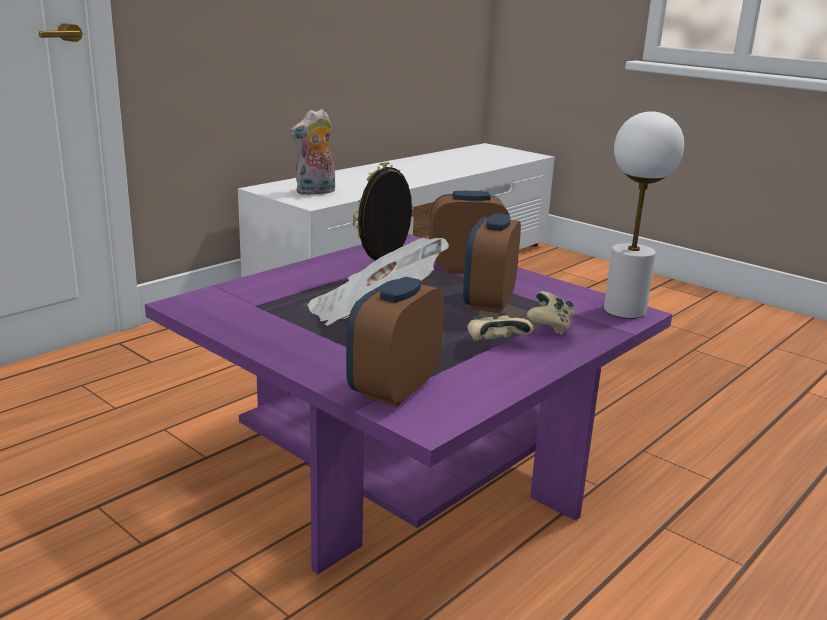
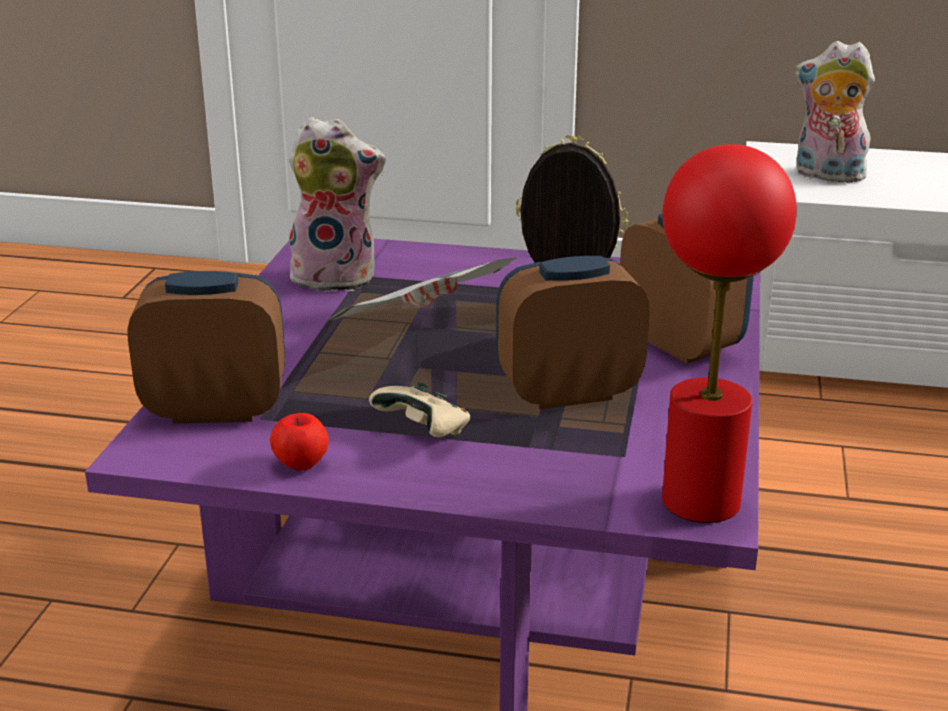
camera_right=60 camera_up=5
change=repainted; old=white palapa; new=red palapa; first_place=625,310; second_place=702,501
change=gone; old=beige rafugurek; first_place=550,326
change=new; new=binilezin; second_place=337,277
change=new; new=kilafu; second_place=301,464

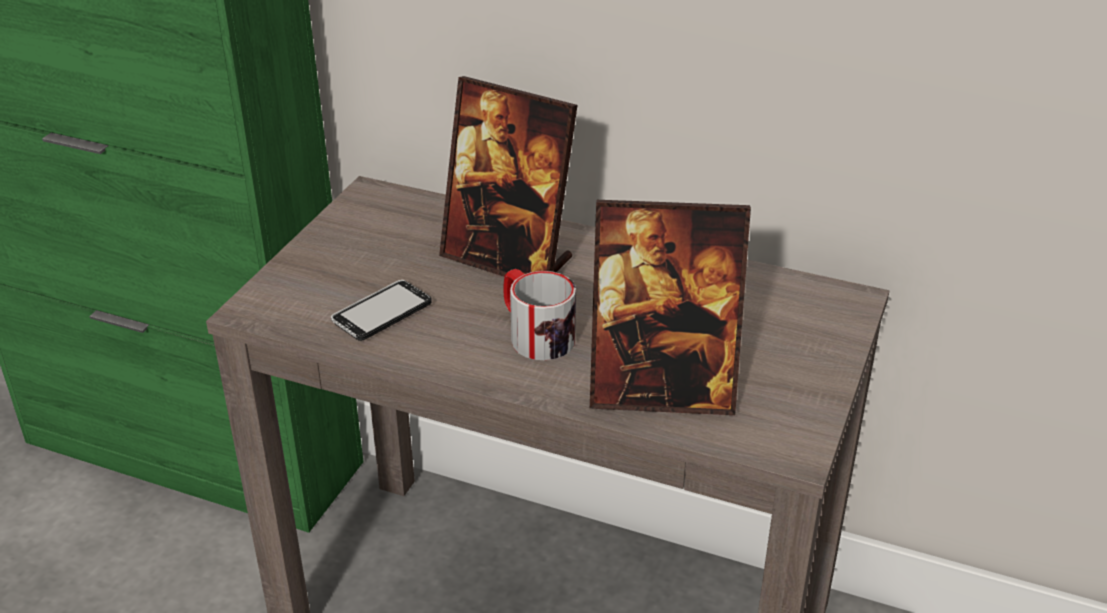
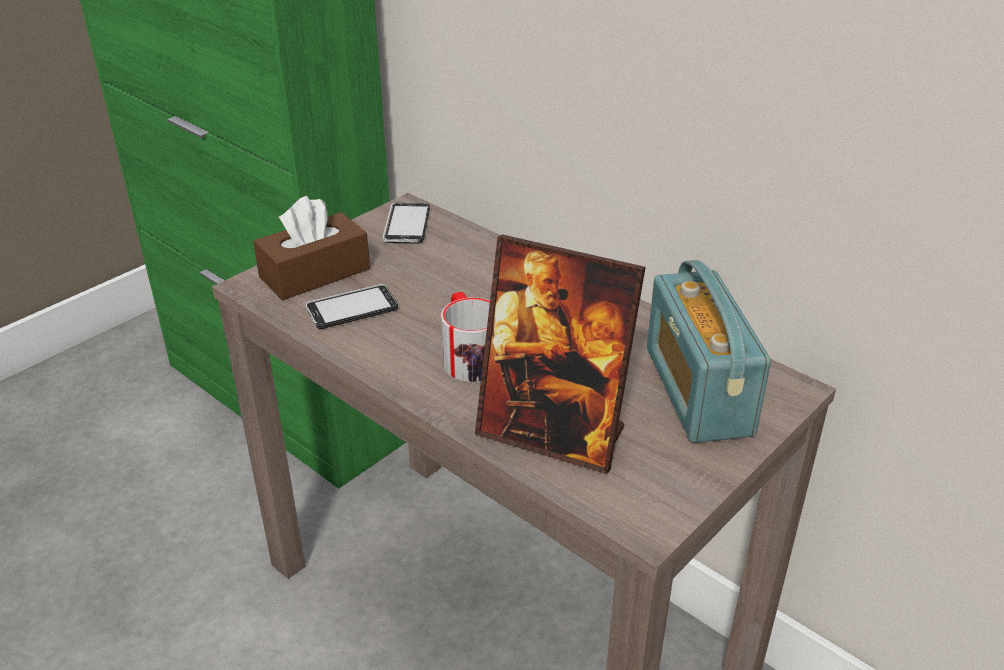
camera_right=20 camera_up=0
change=gone; old=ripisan; first_place=508,259
change=new; new=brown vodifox; second_place=315,273
change=new; new=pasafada; second_place=407,225
change=new; new=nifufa; second_place=697,390

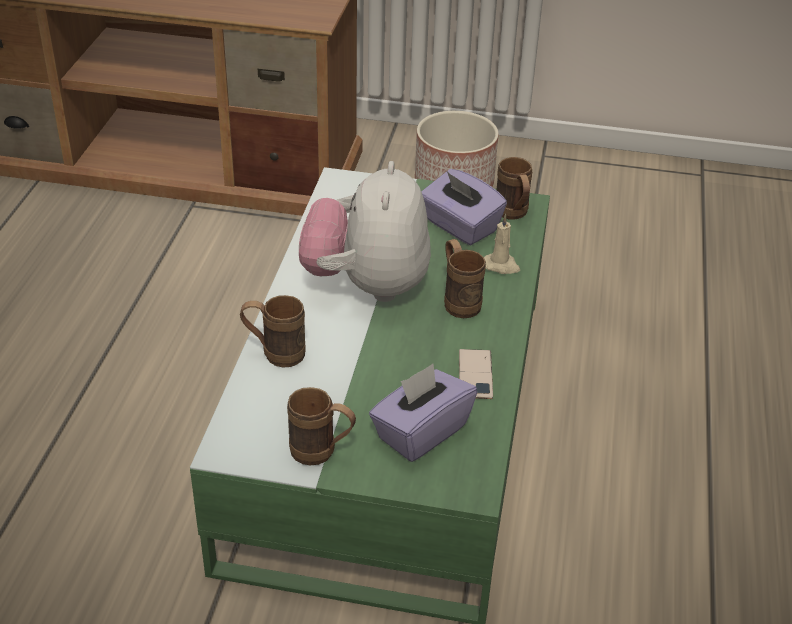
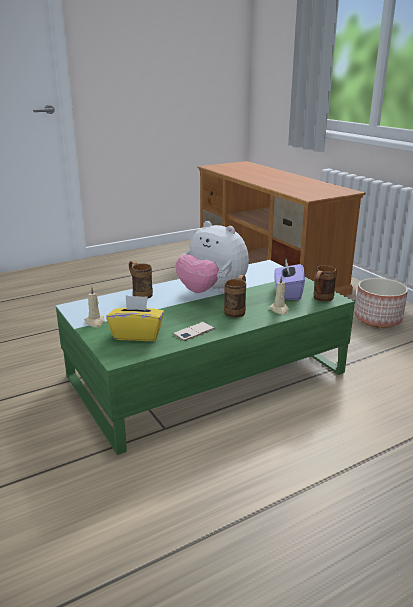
camera_right=50 camera_up=-15
change=rotated; old=binilezin; first_place=367,285; second_place=212,292; degrees=-105
change=repainted; old=purple vodifox; new=yellow vodifox; first_place=421,432; second_place=137,335
change=swapped; old=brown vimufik; new=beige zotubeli; first_place=322,453; second_place=95,322

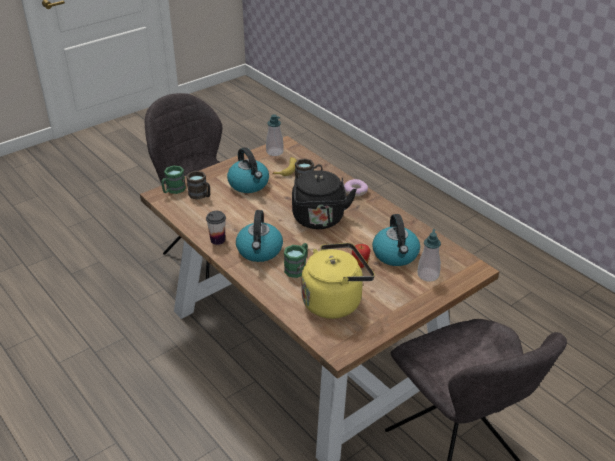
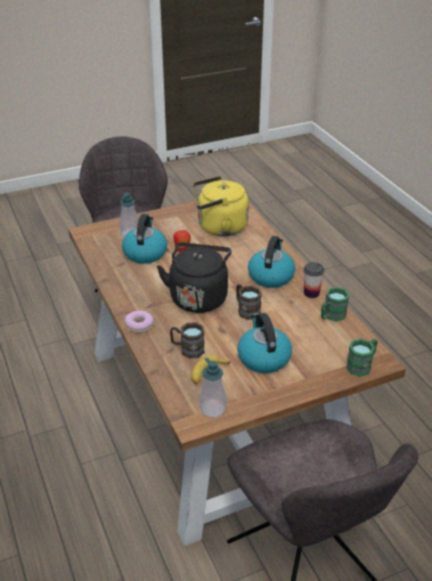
camera_right=-165 camera_up=0
change=shifted; old=brown vimufik; first_place=201,195; second_place=246,310
change=shifted; old=green vimufik; first_place=297,268; second_place=331,316

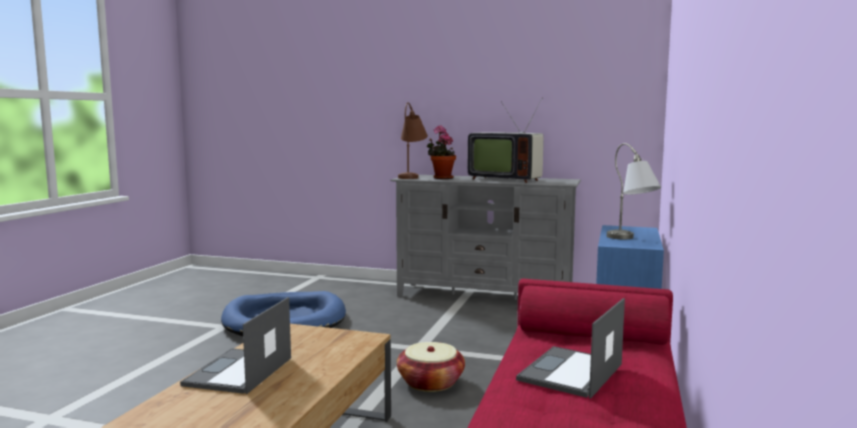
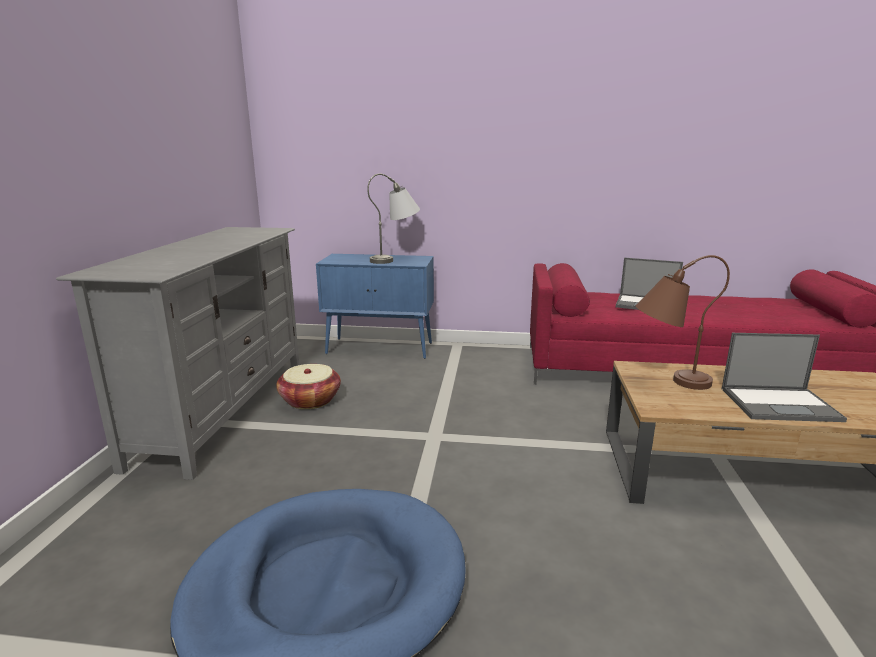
camera_right=-100 camera_up=10
change=gone; old=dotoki; first_place=505,179
change=shifted; old=brown palapa; first_place=412,176; second_place=666,381
change=gone; old=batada; first_place=441,178
change=shifted; old=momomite; first_place=430,382; second_place=310,400

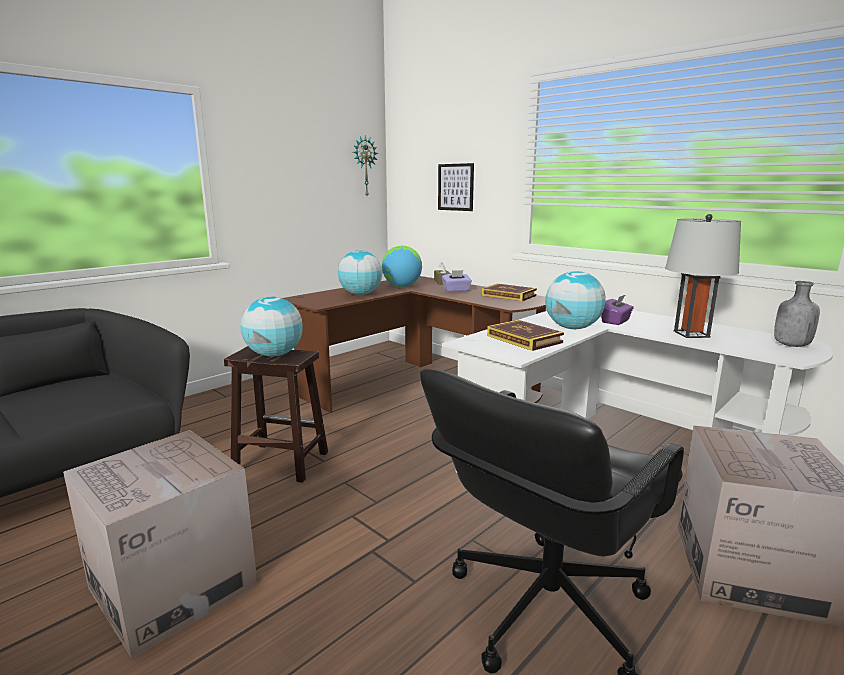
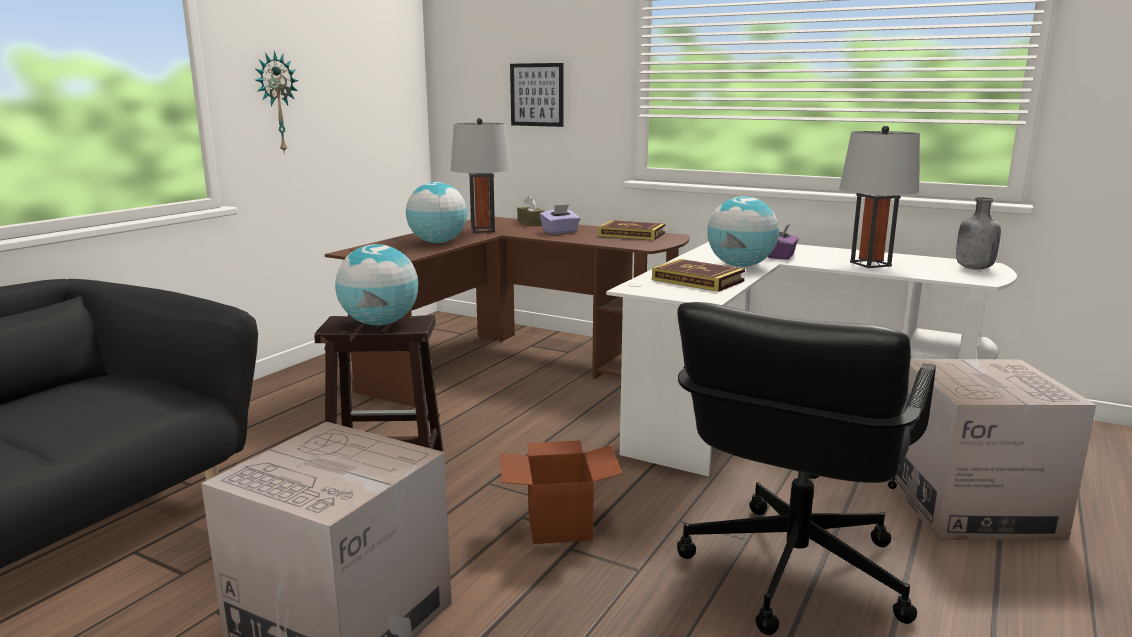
camera_right=-15 camera_up=0
change=shifted; old=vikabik; first_place=364,166; second_place=276,103
change=swapped; old=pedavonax; new=grey palapa; first_place=401,286; second_place=482,230
change=new; new=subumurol; second_place=560,525

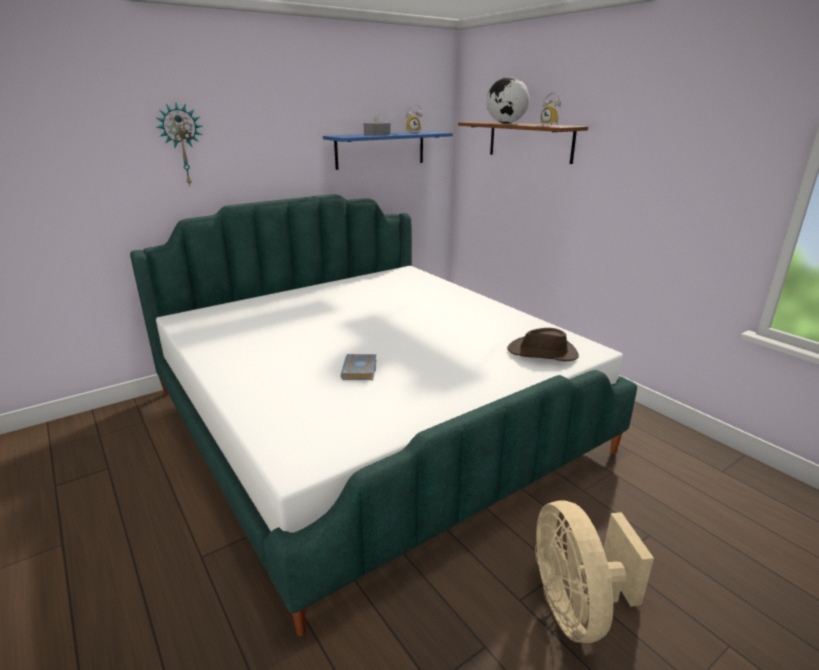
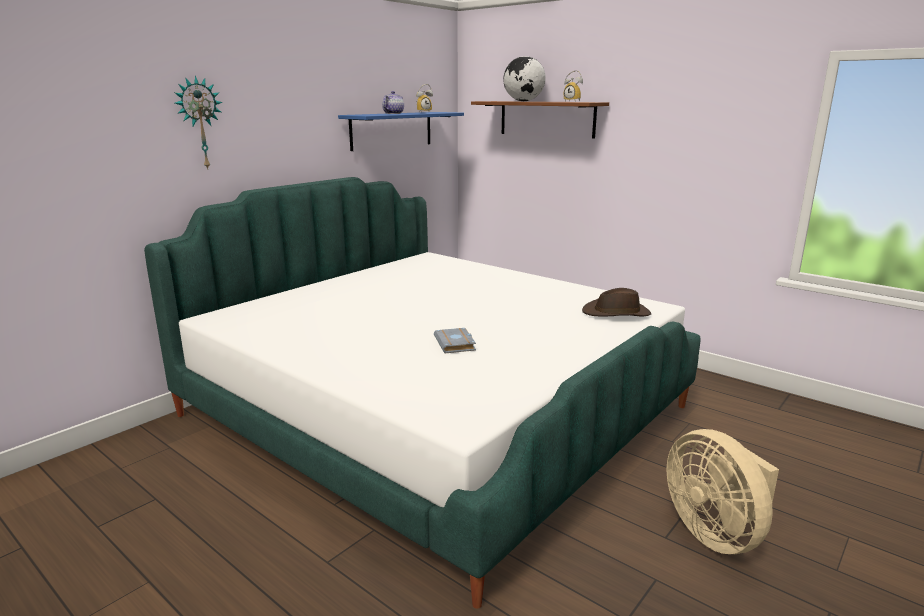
camera_right=-15 camera_up=-5
change=swapped; old=grey vodifox; new=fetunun; first_place=377,134; second_place=393,113

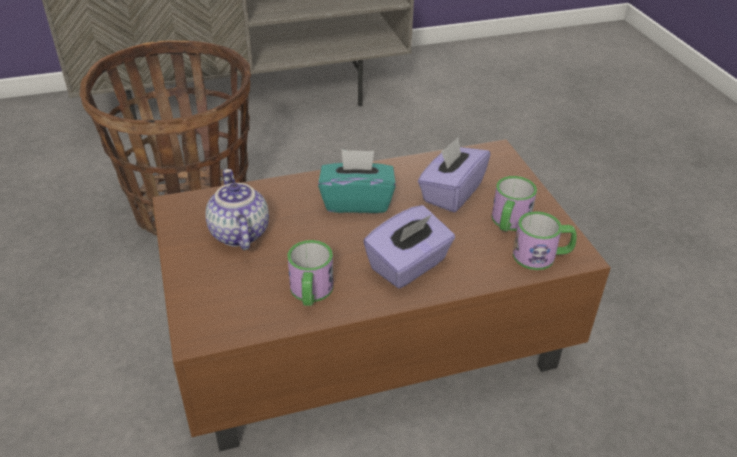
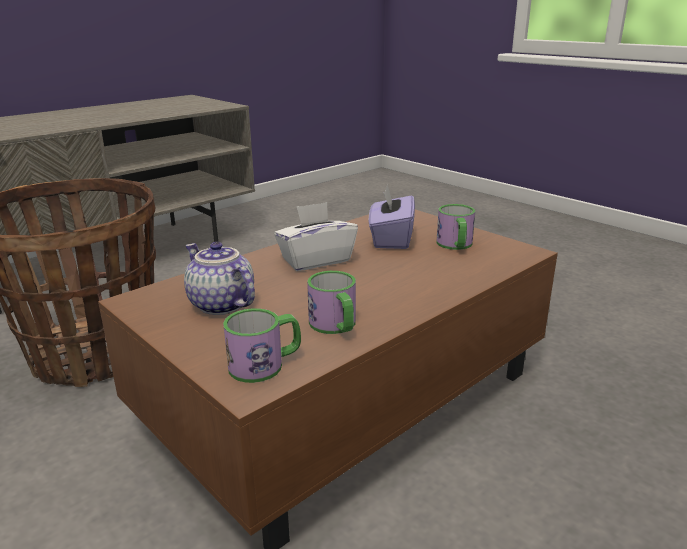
camera_right=-25 camera_up=-15
change=repainted; old=turquoise vodifox; new=white vodifox; first_place=357,201; second_place=316,260
change=gone; old=purple vodifox; first_place=408,266
change=shifted; old=vimufik; first_place=541,256; second_place=265,364

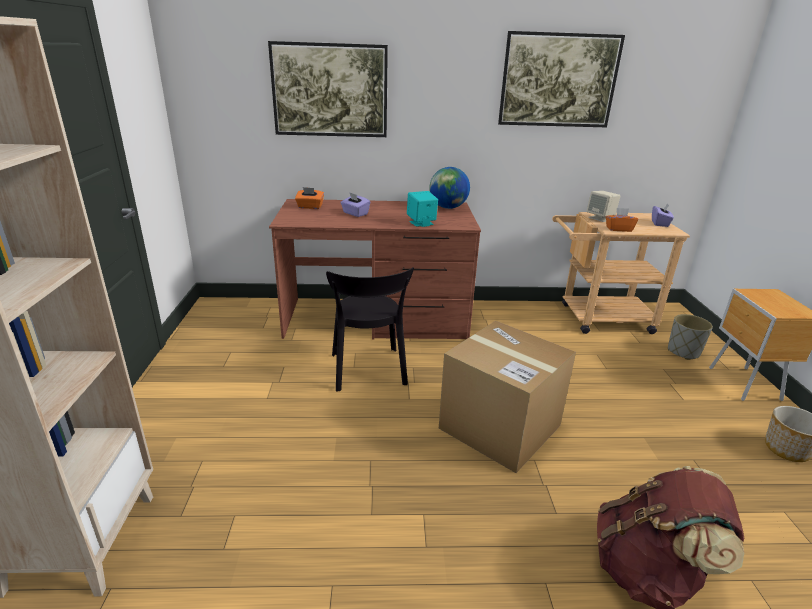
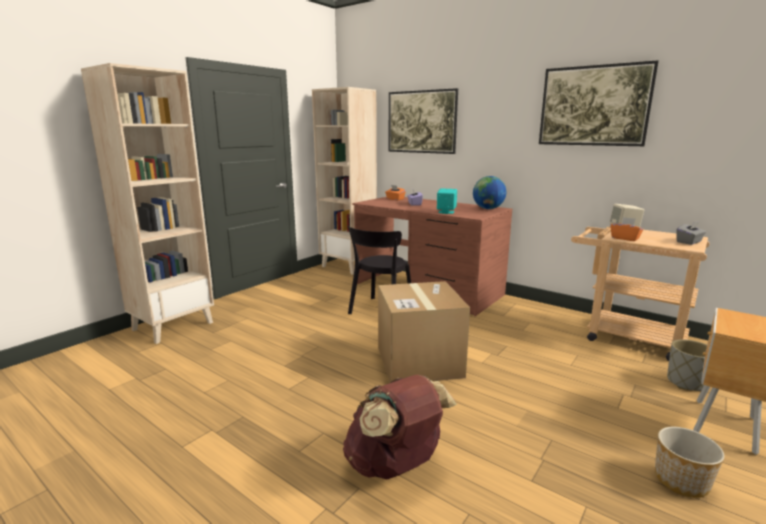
camera_right=40 camera_up=-10
change=repainted; old=purple vodifox; new=grey vodifox; first_place=660,223; second_place=689,242
change=new; new=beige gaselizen; second_place=349,266

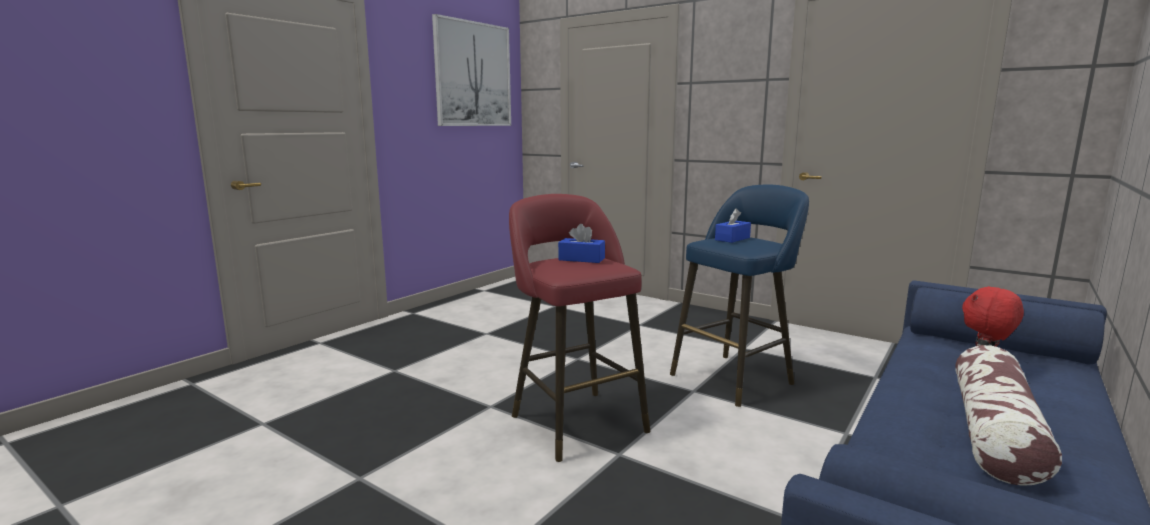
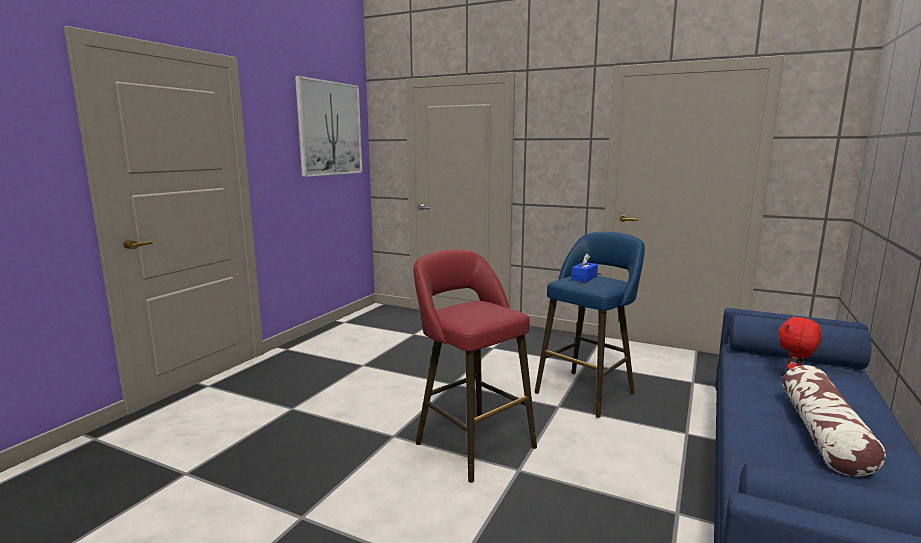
camera_right=-10 camera_up=0
change=gone; old=blue vodifox; first_place=581,259

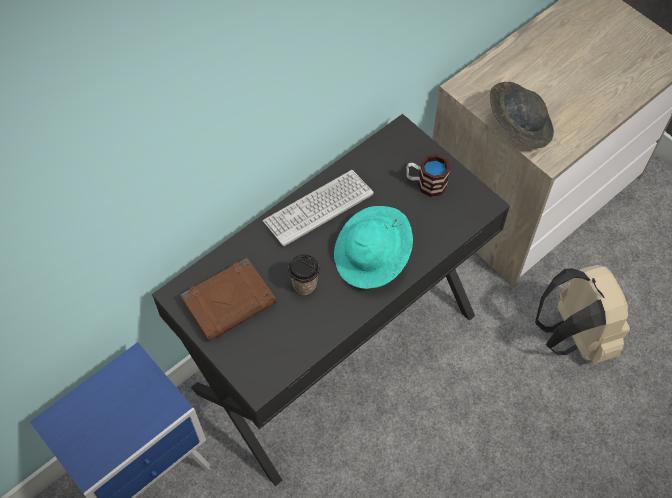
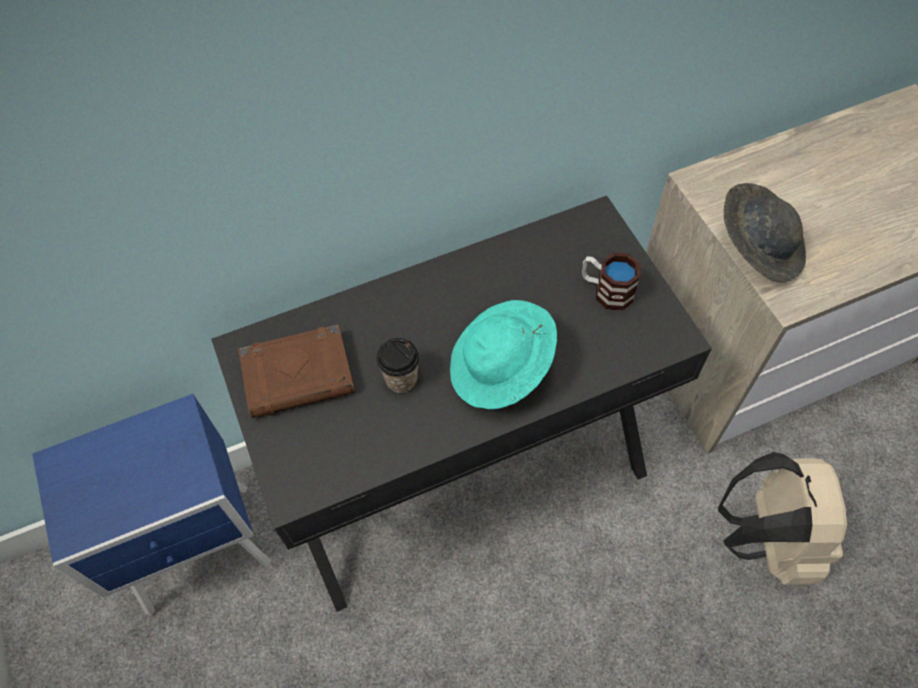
camera_right=20 camera_up=0
change=gone; old=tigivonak; first_place=318,208

